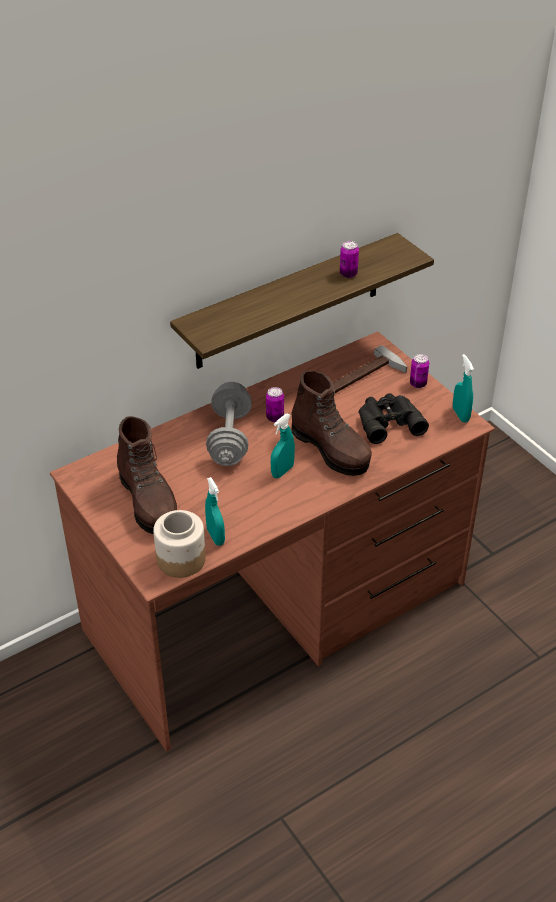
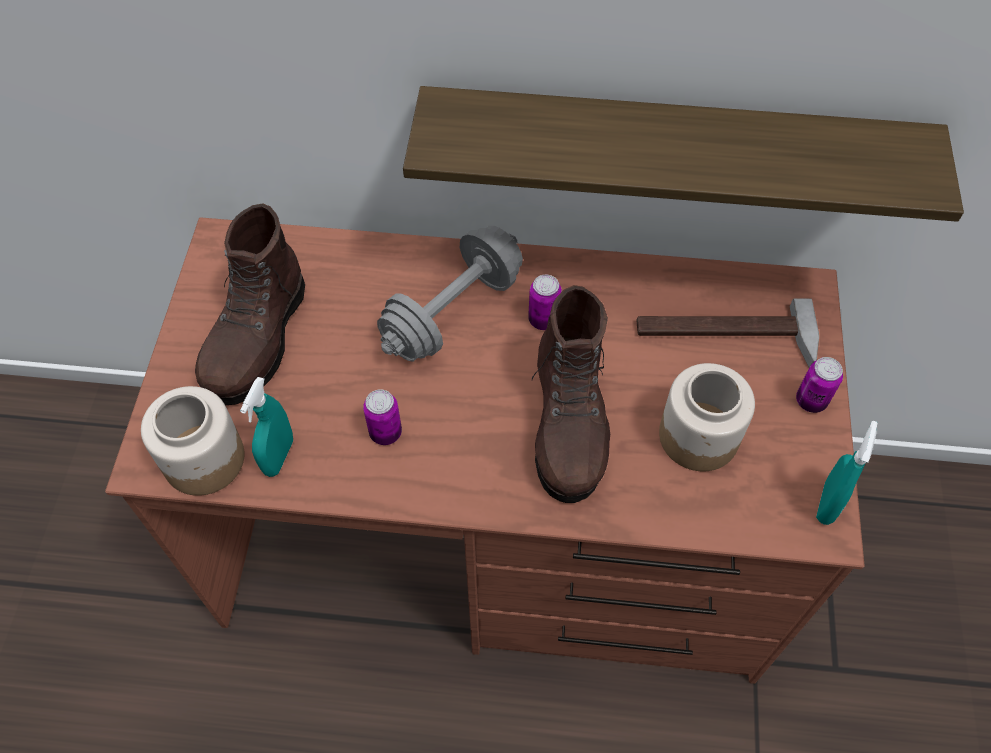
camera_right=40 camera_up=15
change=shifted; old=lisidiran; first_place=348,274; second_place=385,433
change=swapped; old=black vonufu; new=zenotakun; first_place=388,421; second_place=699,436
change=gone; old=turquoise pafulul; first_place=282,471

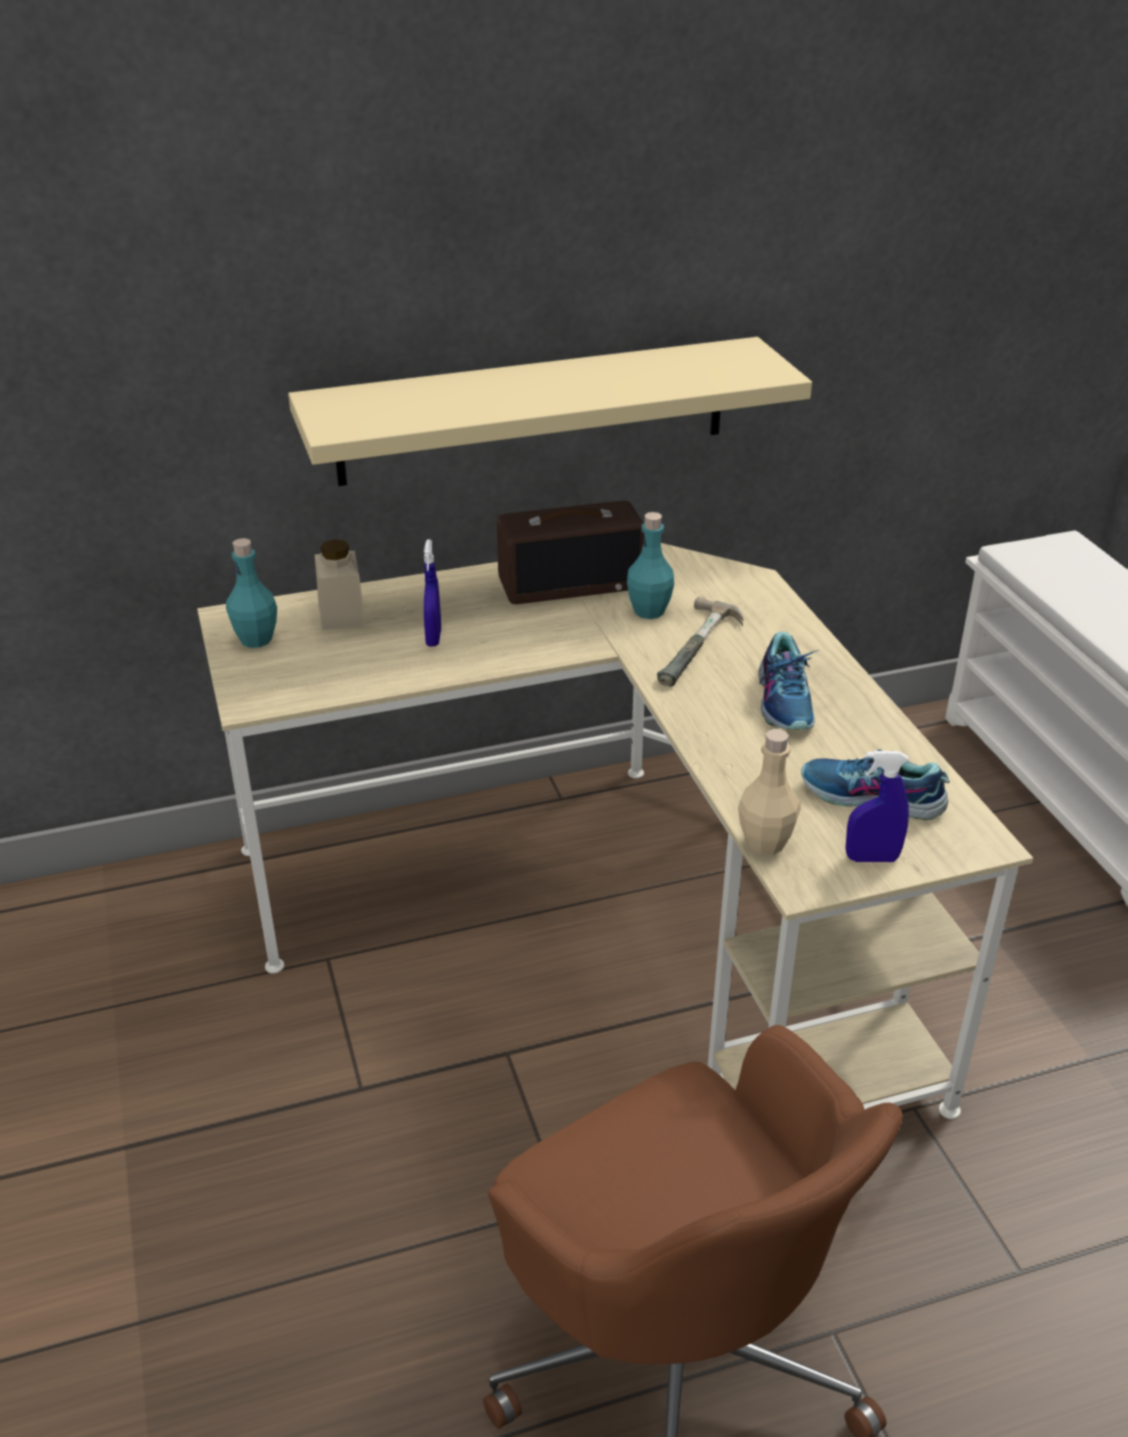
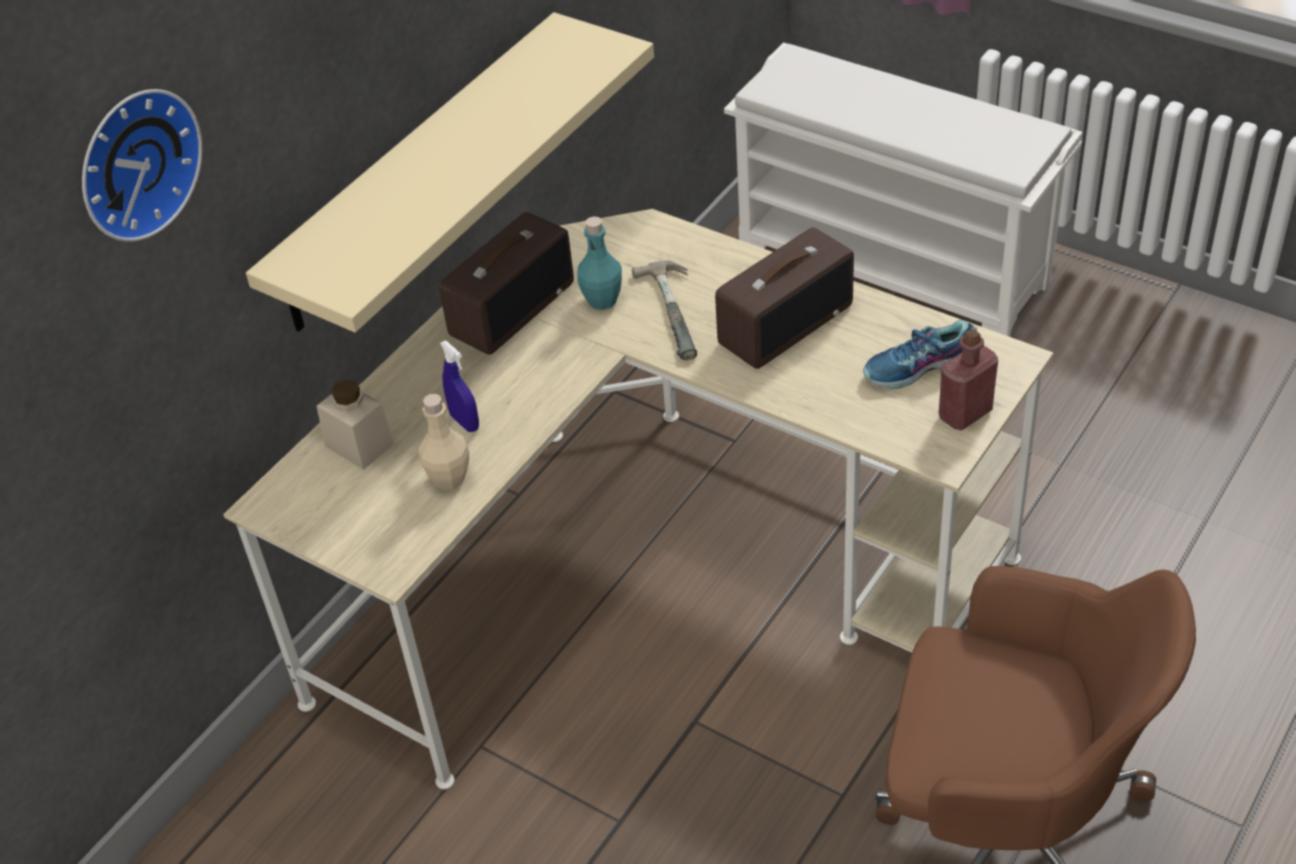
camera_right=-35 camera_up=10
change=gone; old=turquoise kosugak; first_place=256,639
change=swapped; old=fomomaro; new=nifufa; first_place=786,701; second_place=785,323
change=shifted; old=beige kosugak; first_place=765,843; second_place=449,478
change=swapped; old=blue pafulul; new=red kosugak; first_place=871,858; second_place=965,414
change=new; new=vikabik; second_place=134,162

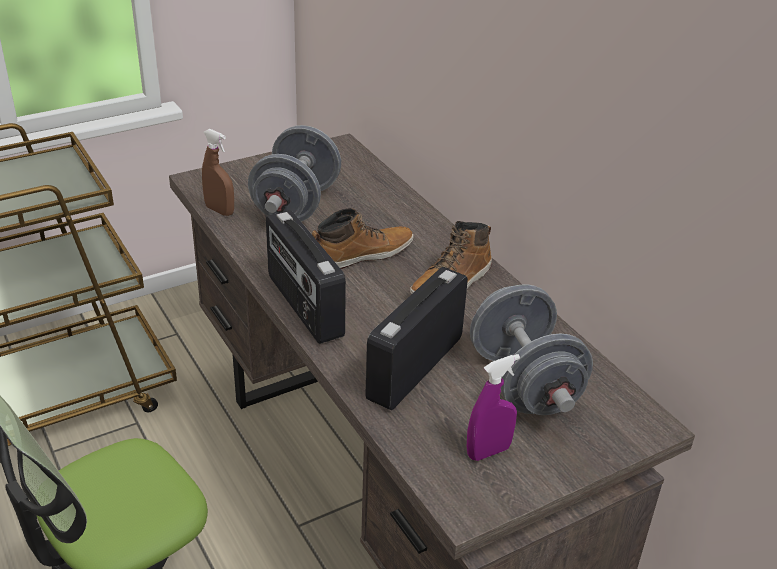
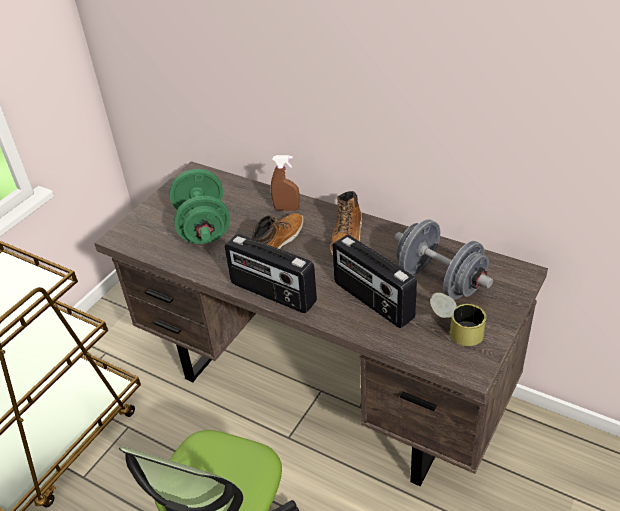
camera_right=-25 camera_up=5
change=repainted; old=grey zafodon; new=green zafodon; first_place=296,205; second_place=203,227
change=shifted; old=brown pafulul; first_place=219,210; second_place=286,209
change=rotated; old=nifufa; first_place=414,367; second_place=372,301; degrees=-45
change=swapped; old=purple pafulul; new=lisidiran; first_place=488,451; second_place=456,331

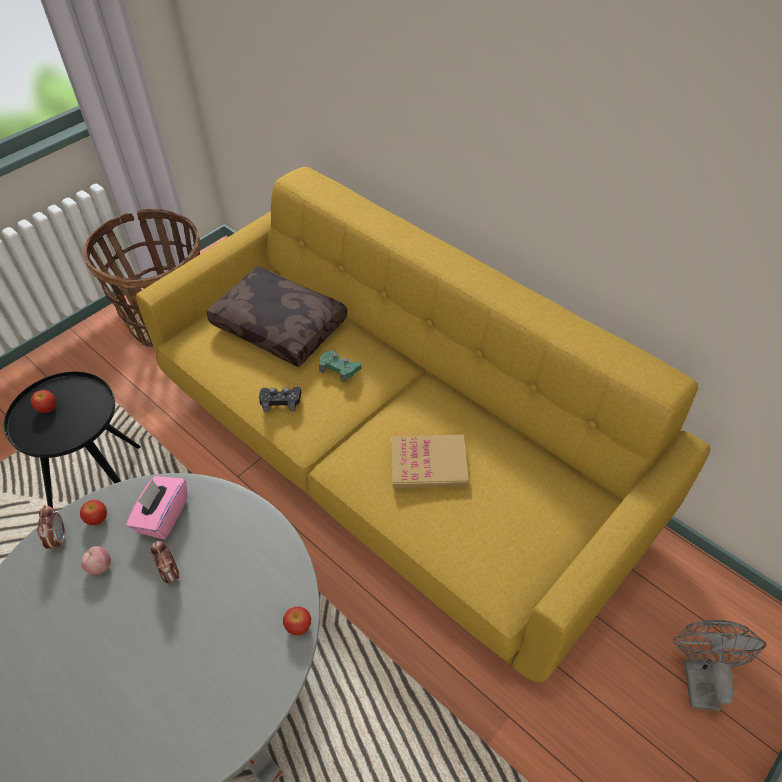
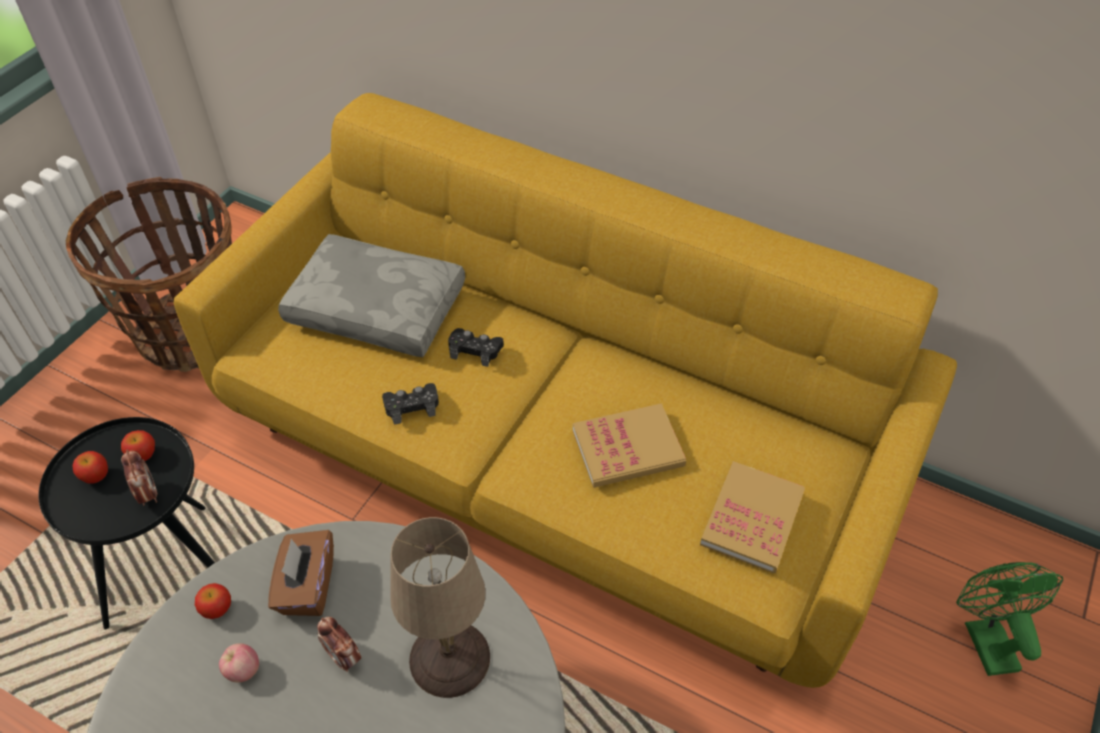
camera_right=-15 camera_up=0
change=repainted; old=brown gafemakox; new=grey gafemakox; first_place=281,325; second_place=379,307
change=repainted; old=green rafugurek; new=black rafugurek; first_place=339,369; second_place=475,350
change=repainted; old=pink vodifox; new=brown vodifox; first_place=163,516; second_place=307,586
change=shifted; old=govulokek; first_place=58,539; second_place=147,494
change=shifted; old=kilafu; first_place=298,626; second_place=143,455
change=repainted; old=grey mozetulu; new=green mozetulu; first_place=698,676; second_place=985,638
change=new; new=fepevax; second_place=752,519
change=new; new=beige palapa; second_place=448,658

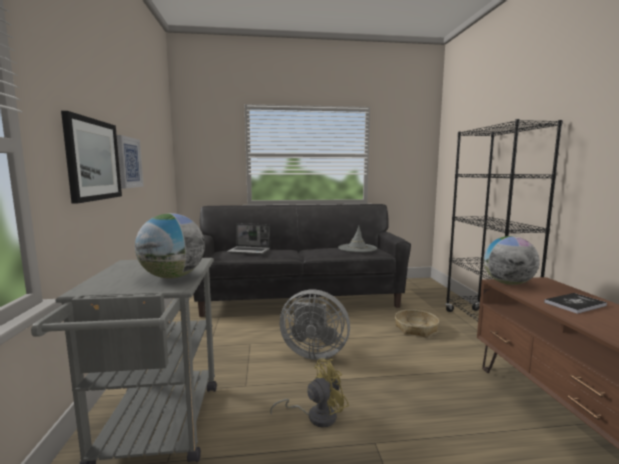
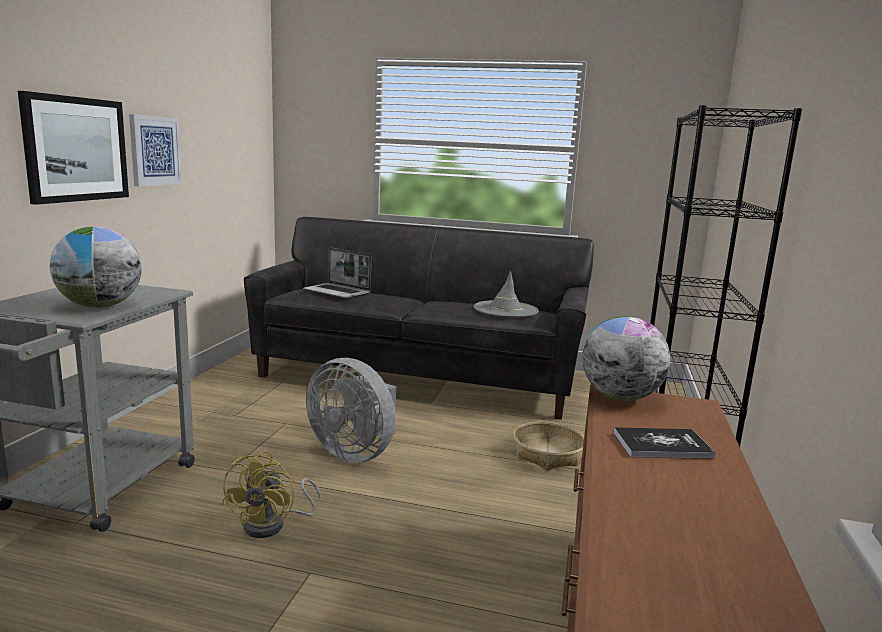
camera_right=20 camera_up=5
change=rotated; old=yellow mozetulu; first_place=316,416; second_place=273,525; degrees=105

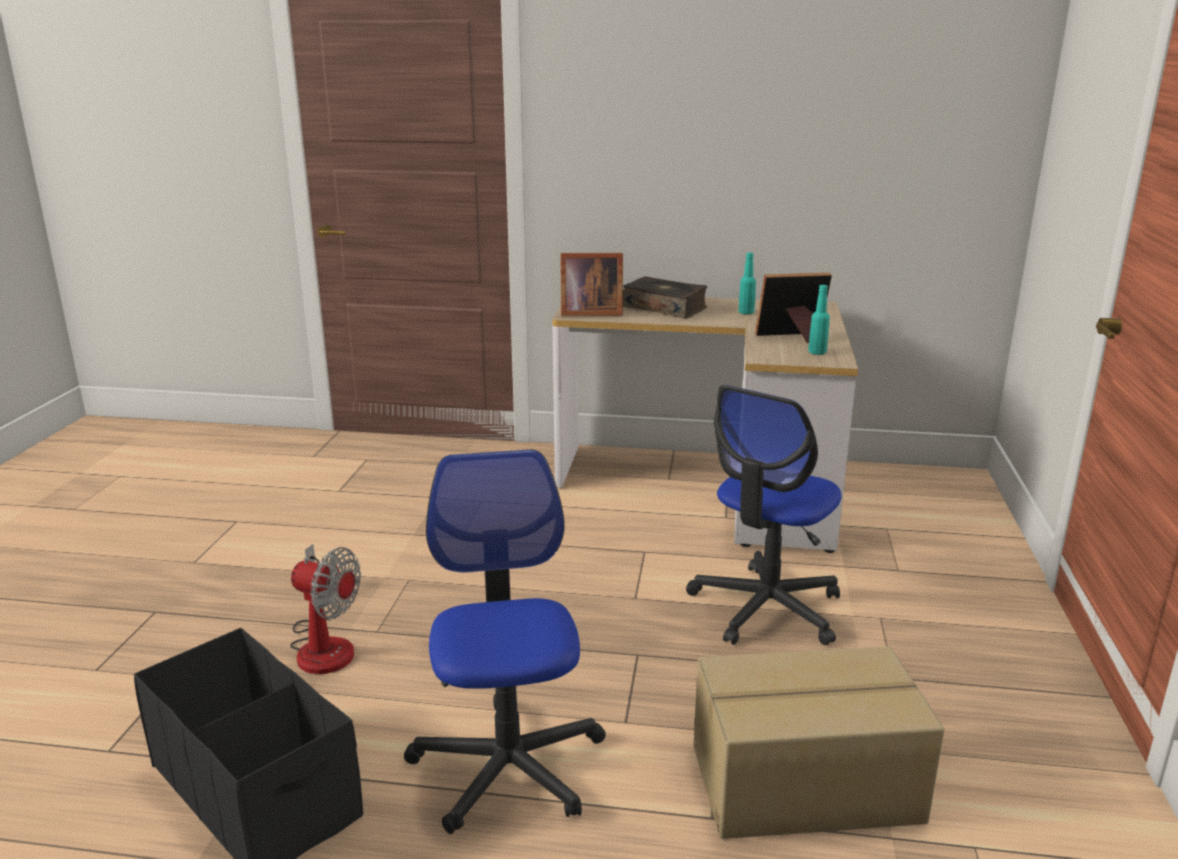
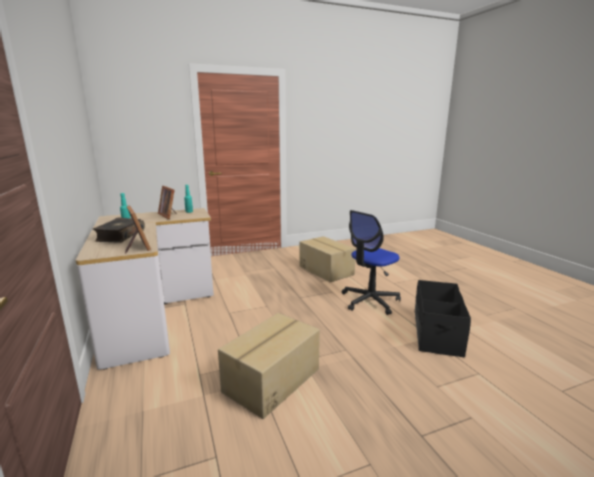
camera_right=-120 camera_up=-5
change=gone; old=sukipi; first_place=766,608
change=gone; old=mozetulu; first_place=324,644
change=new; new=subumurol; second_place=270,380

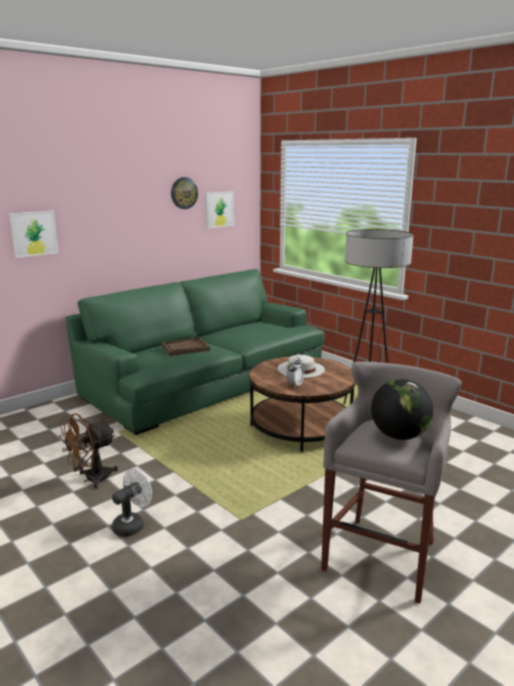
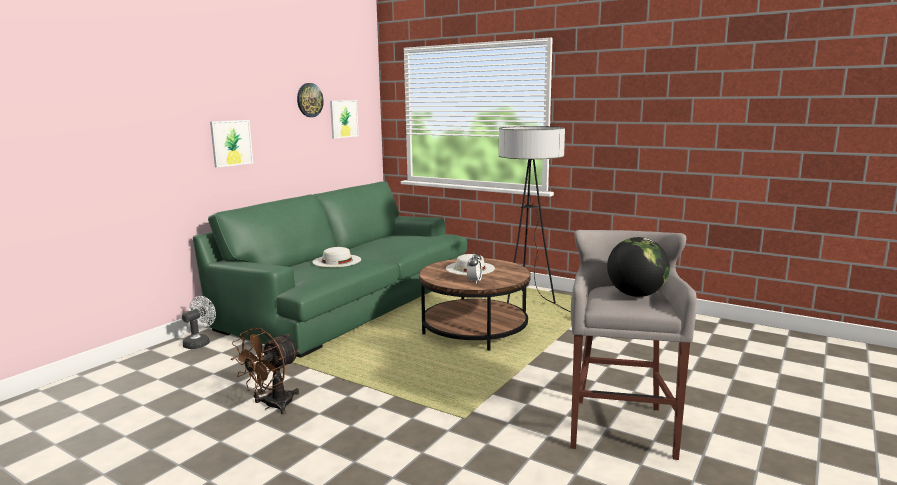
camera_right=-15 camera_up=-5
change=shifted; old=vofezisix; first_place=34,233; second_place=231,143
change=swapped; old=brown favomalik; new=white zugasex; first_place=185,348; second_place=337,261
change=shifted; old=white mozetulu; first_place=132,524; second_place=200,343

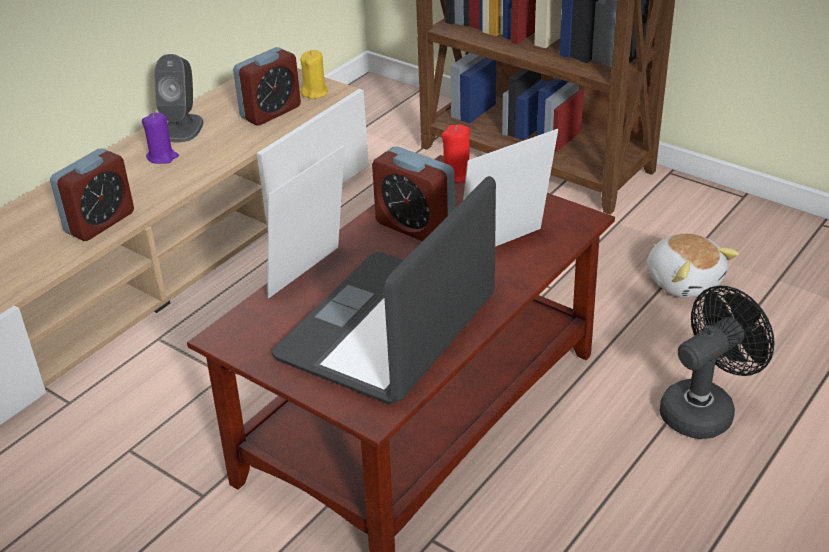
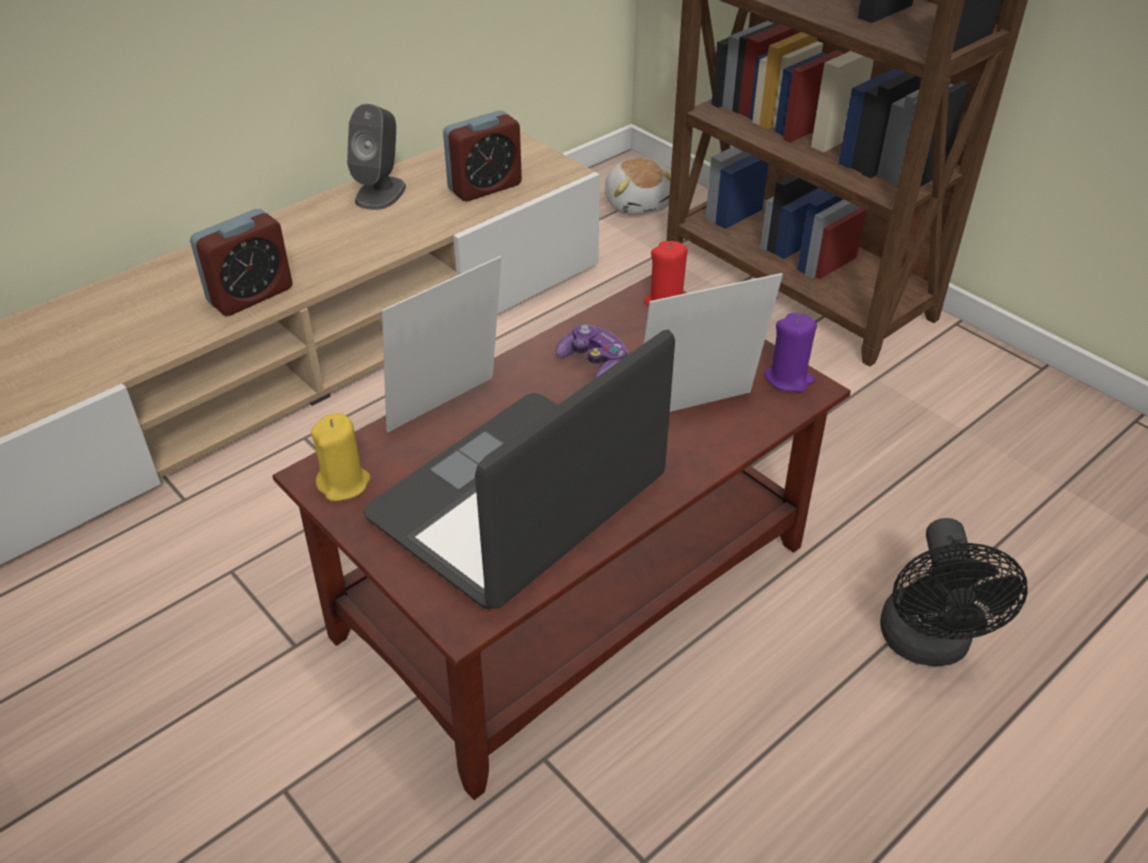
camera_right=10 camera_up=5
change=shifted; old=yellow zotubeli; first_place=315,93; second_place=344,483
change=shifted; old=purple zotubeli; first_place=162,157; second_place=789,379
change=swapped; old=govulokek; new=rafugurek; first_place=415,226; second_place=594,364
change=shifted; old=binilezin; first_place=684,280; second_place=638,203
change=rotated; old=black mozetulu; first_place=704,408; second_place=927,645; degrees=120

